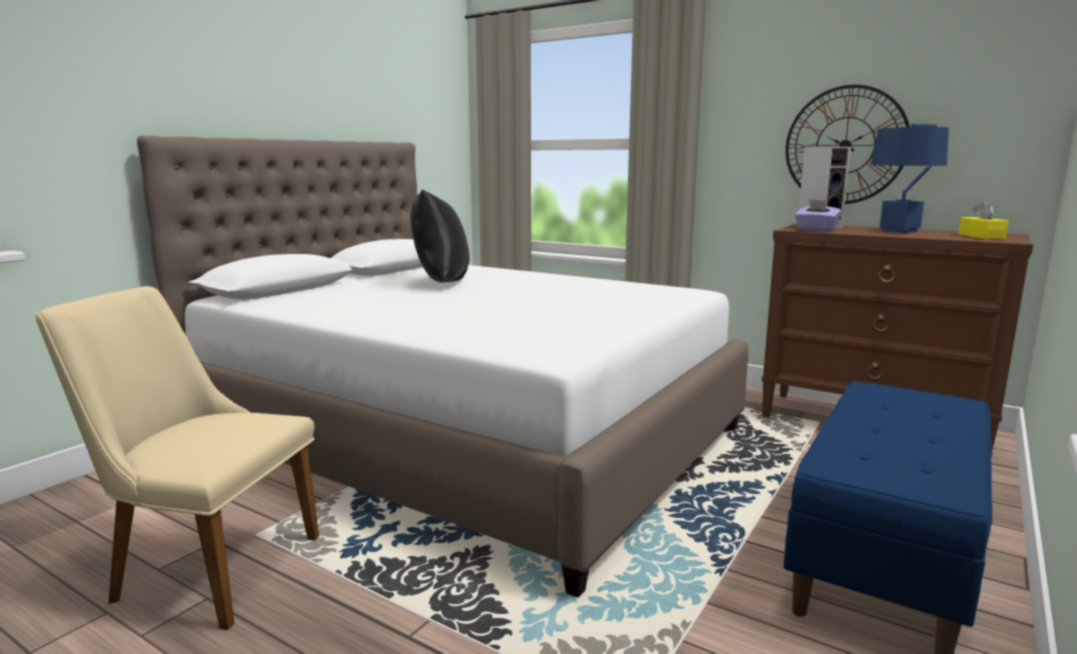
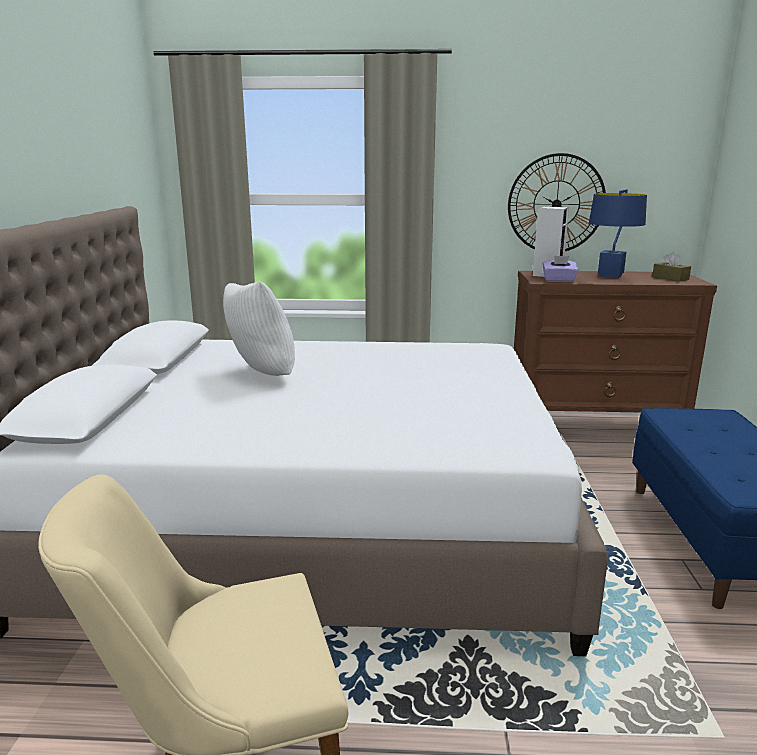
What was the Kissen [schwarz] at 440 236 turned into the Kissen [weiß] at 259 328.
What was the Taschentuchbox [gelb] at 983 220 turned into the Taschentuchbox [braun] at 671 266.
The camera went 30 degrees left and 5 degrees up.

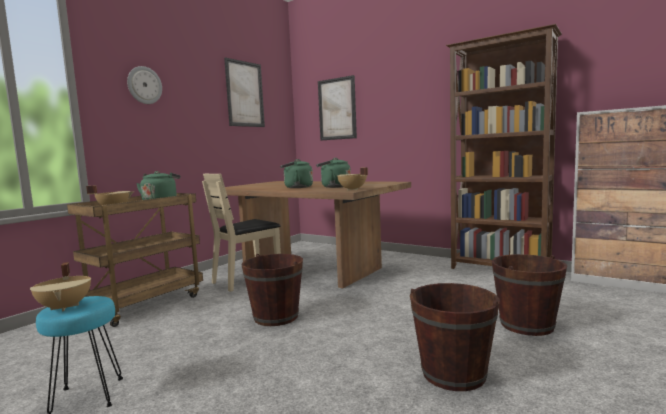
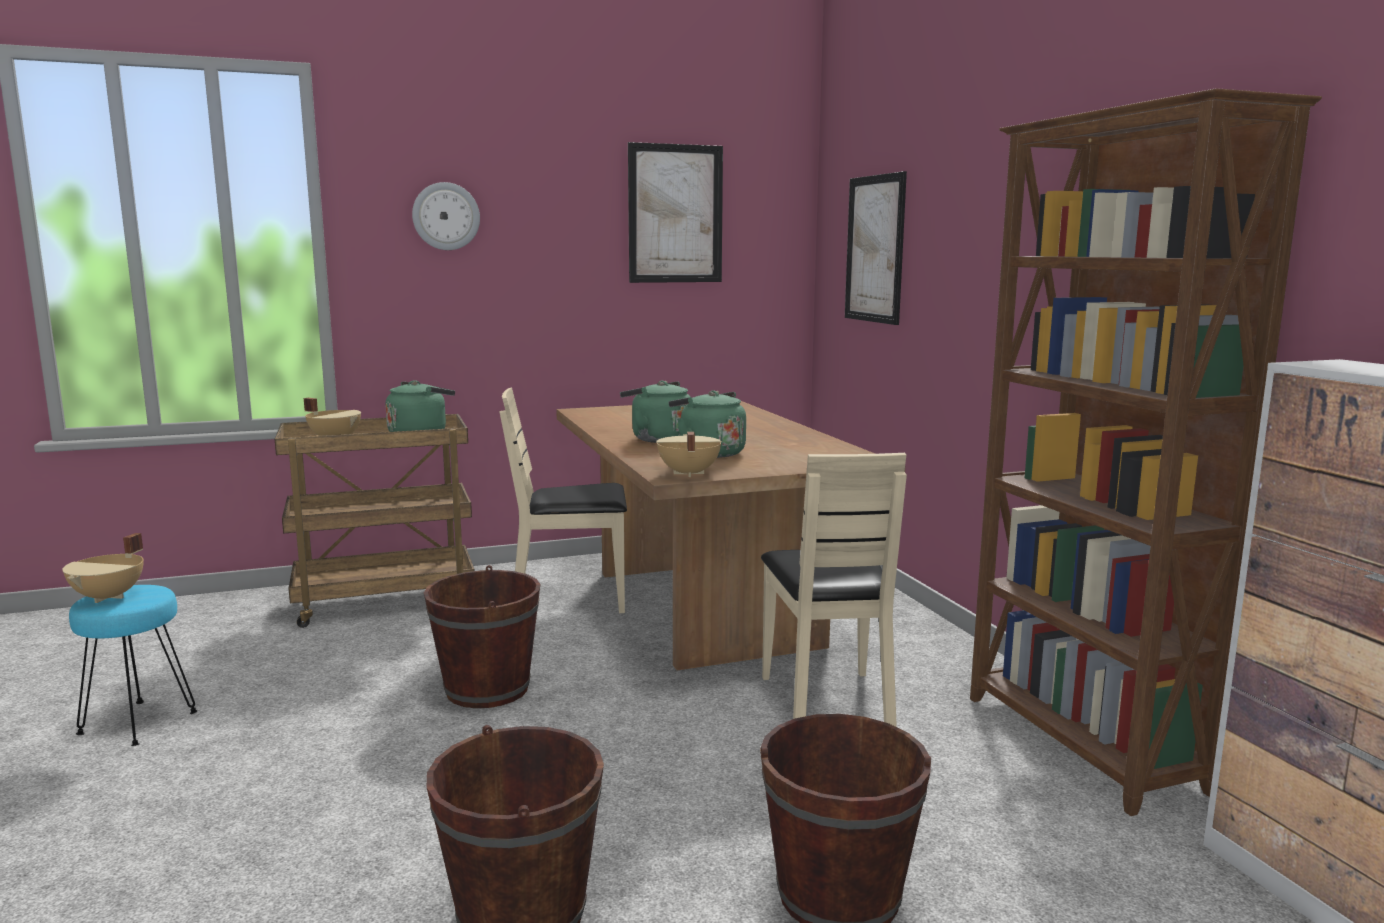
The second view gained the Stuhl [beige] at 834 590.
The camera went 35 degrees right and 5 degrees up.

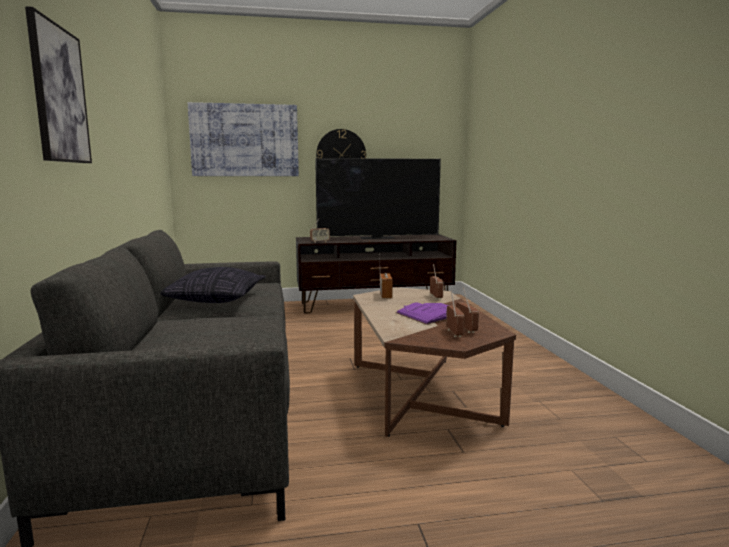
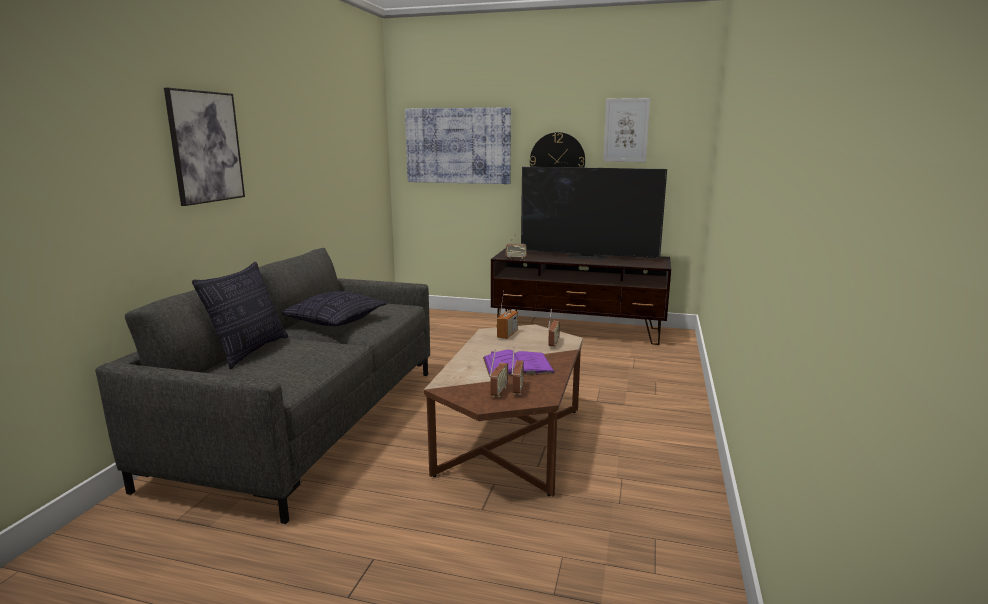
The second view gained the Kissen at 240 315.
The second view gained the Bild at 626 130.
The camera went 25 degrees right and 5 degrees up.

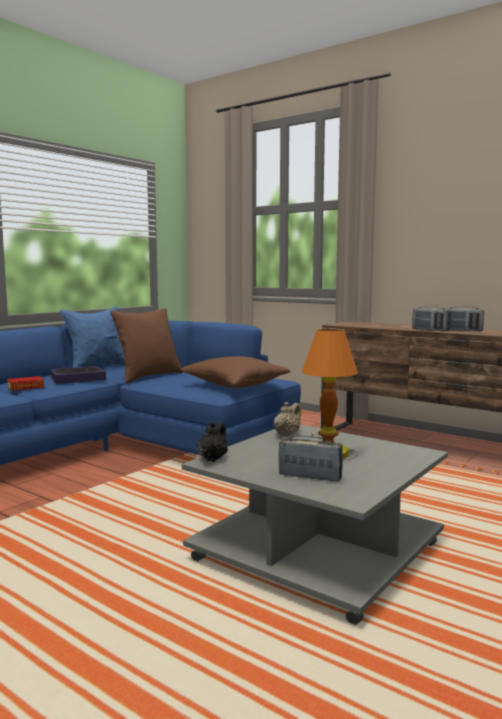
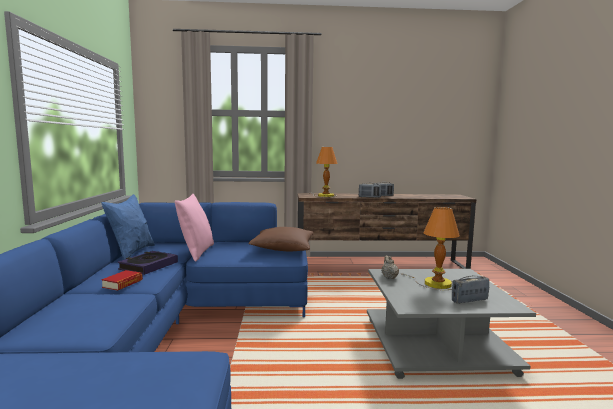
The second view lost the Teekanne [schwarz] at 213 441.
The second view gained the Tischlampe at 323 172.
What was the Kissen [braun] at 146 345 turned into the Kissen [rosa] at 194 228.
The camera went 40 degrees left and 0 degrees up.

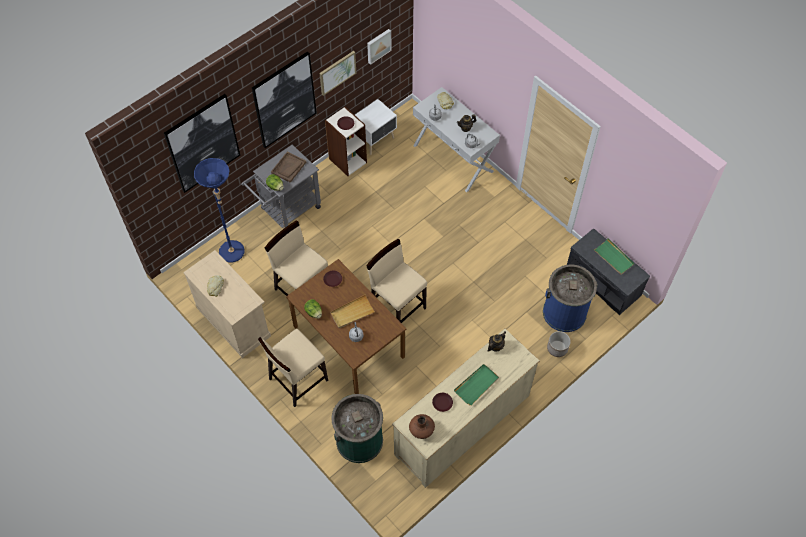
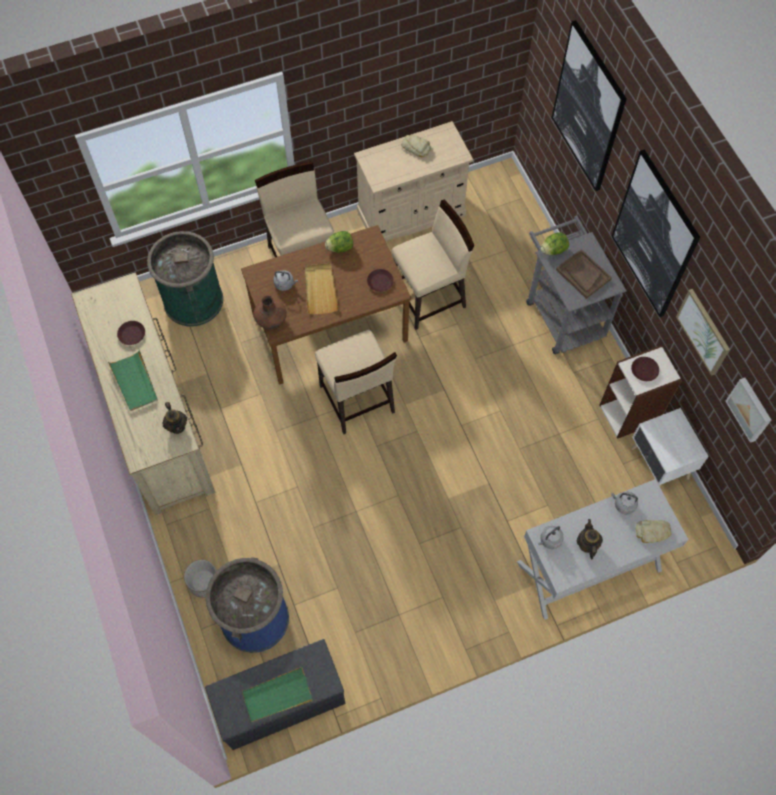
The second view lost the Stehlampe [blau] at 219 210.
The Vase [braun] ended up elsewhere, having gone from 422 426 to 270 312.
The Stuhl [beige] at 396 281 ended up facing another way, 90 degrees clockwise from before.
The camera went 110 degrees right and 5 degrees up.

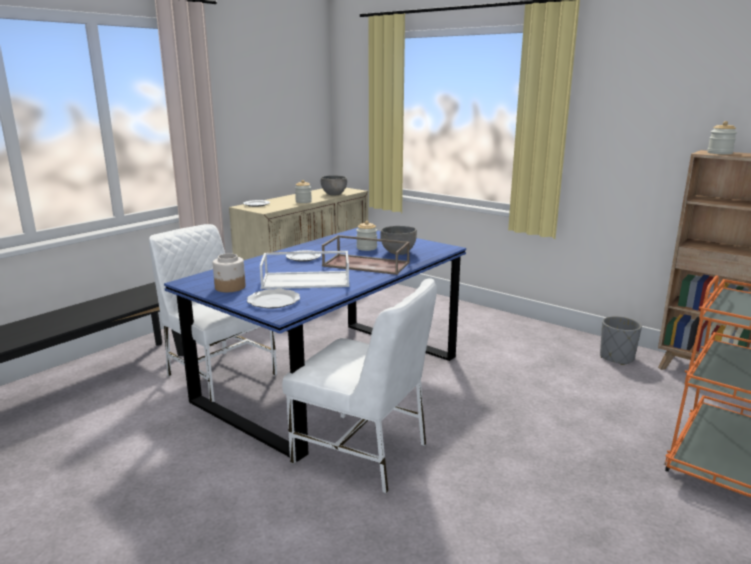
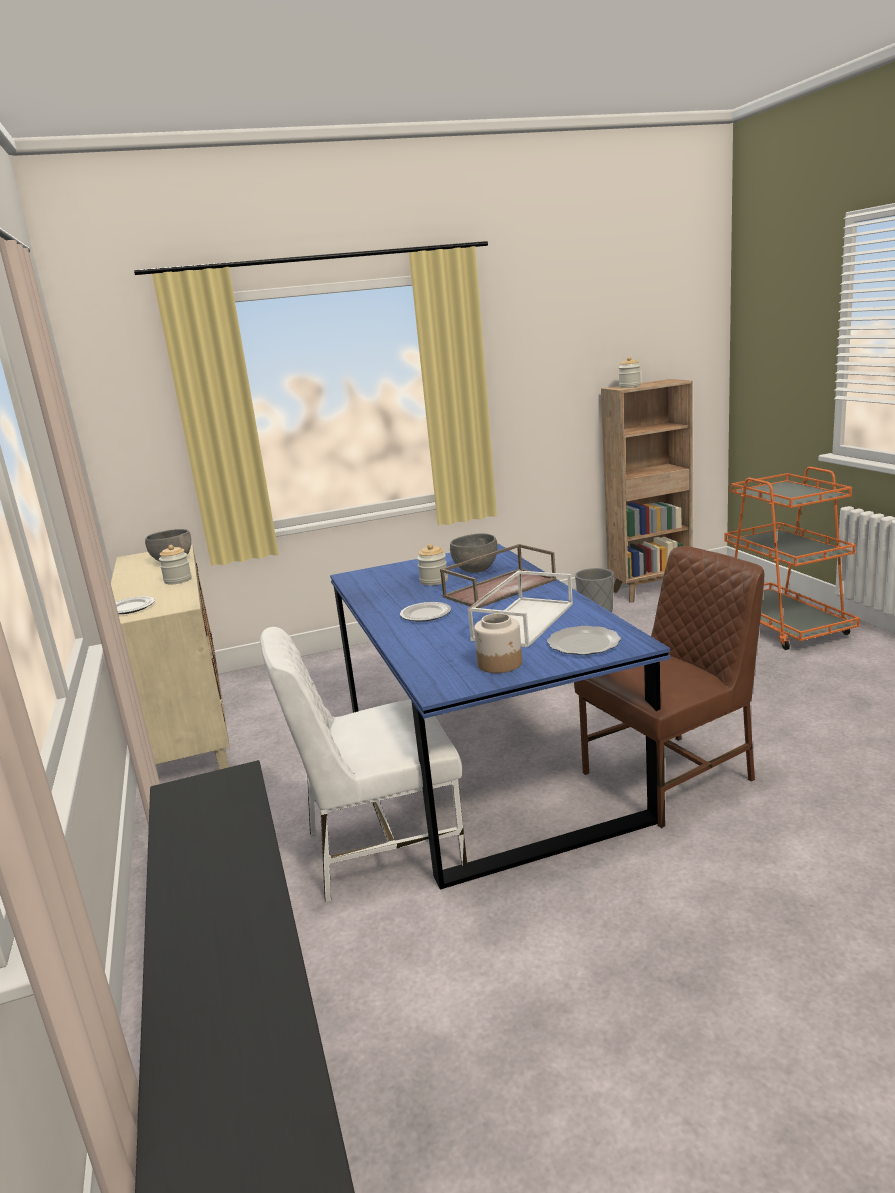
What was the Stuhl [weiß] at 359 386 turned into the Stuhl [braun] at 669 687.
The camera went 55 degrees left and 0 degrees up.

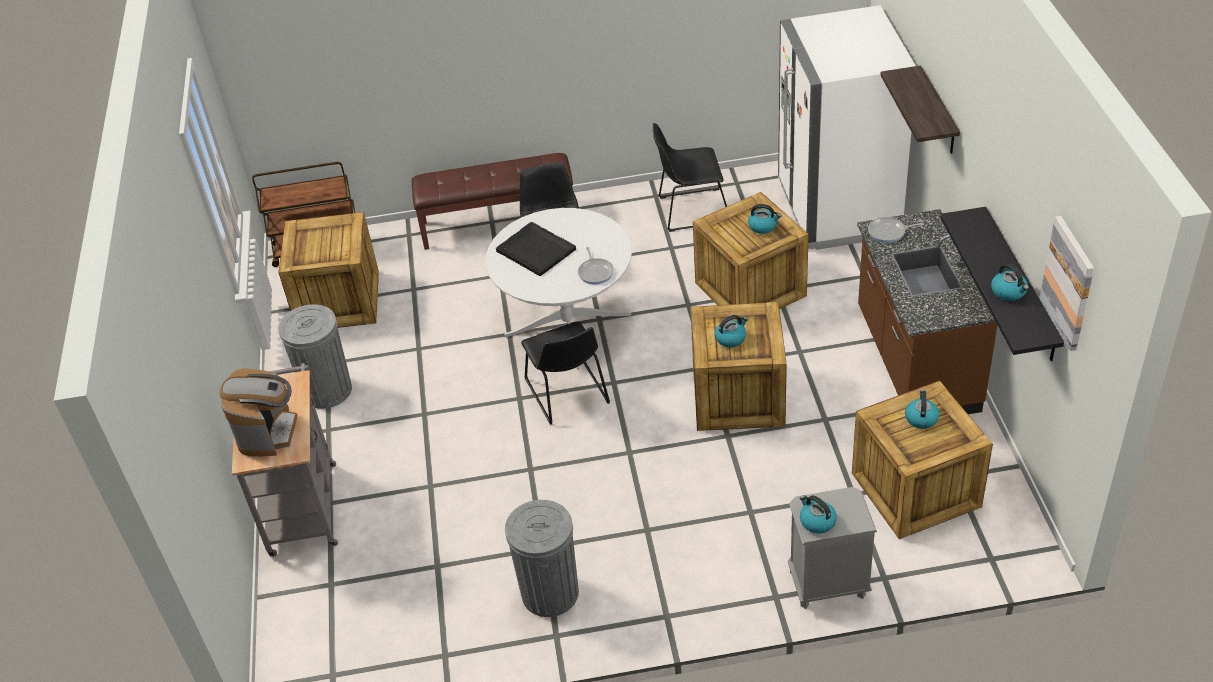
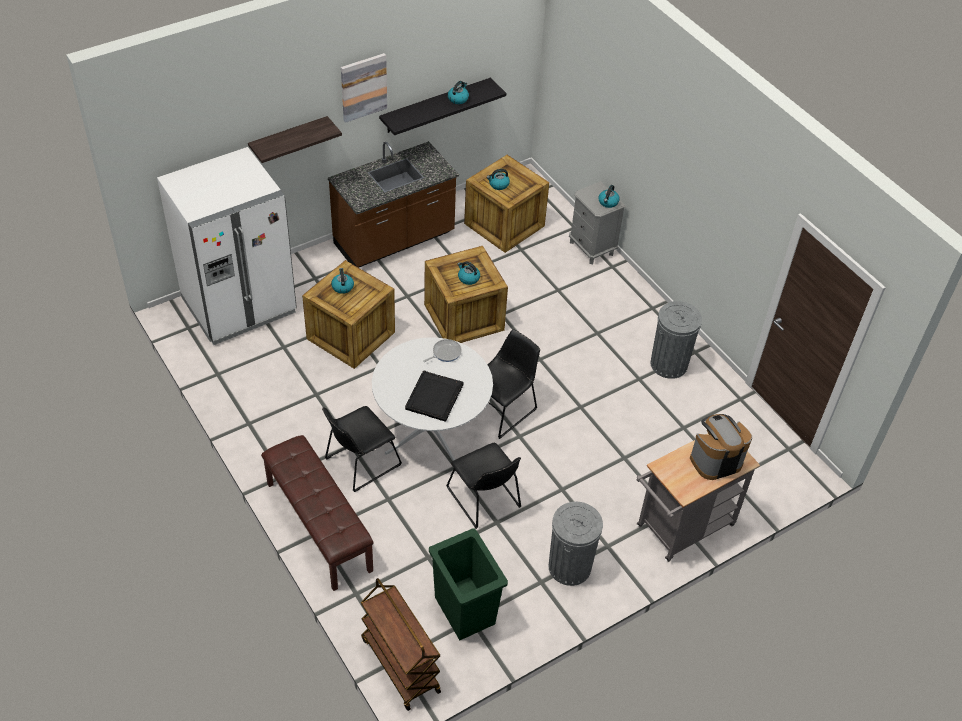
The second view lost the Pfanne at 896 230.
The Stuhl [schwarz] ended up elsewhere, having gone from 690 177 to 483 486.
The Bild ended up elsewhere, having gone from 1067 283 to 364 88.
Where the Kiste stood at 328 270, the Mülleimer [grün] came to stand at 468 584.
The camera went 120 degrees left and 5 degrees up.

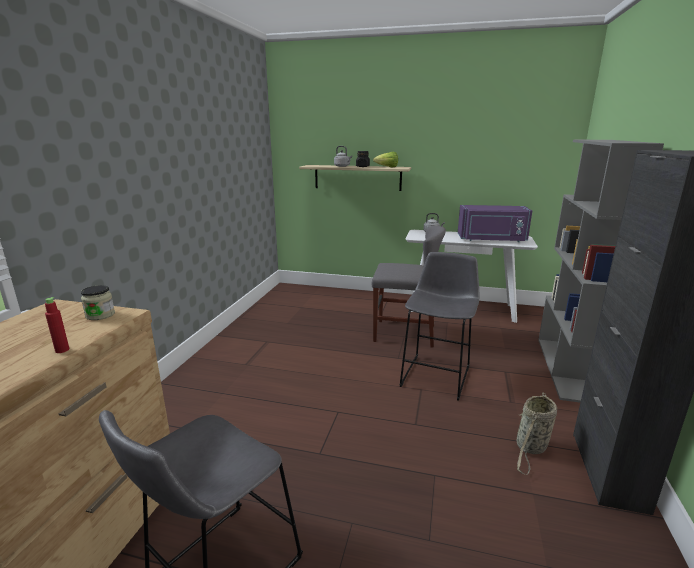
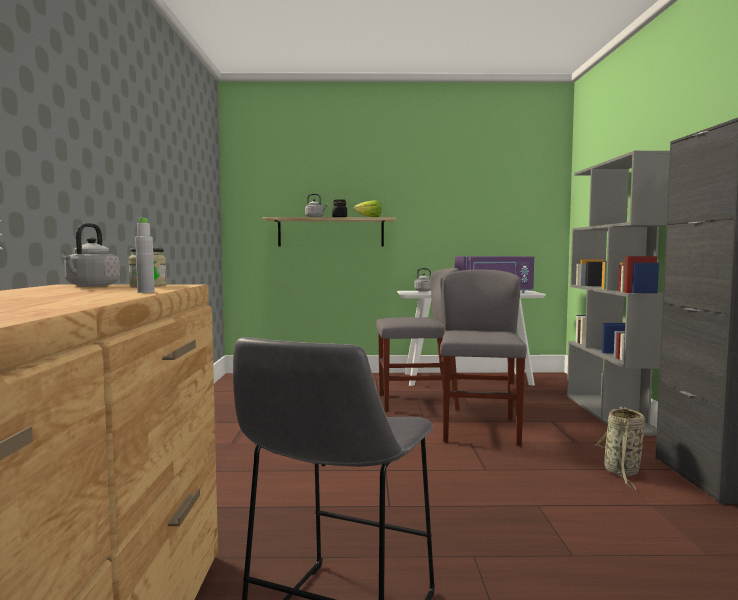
The second view gained the Wasserkessel [grau] at 91 255.
Where the Hocker [grau] stood at 439 326, the Stuhl [grau] came to stand at 483 357.
What was the Flasche [rot] at 57 325 turned into the Flasche [grau] at 145 255.
The camera went 15 degrees left and 15 degrees down.

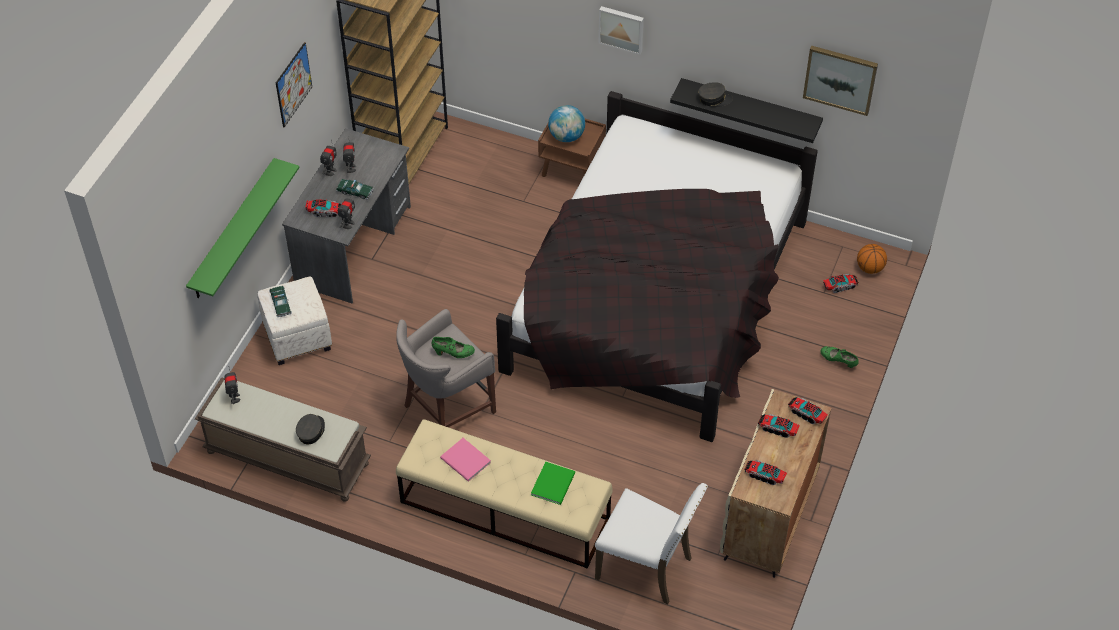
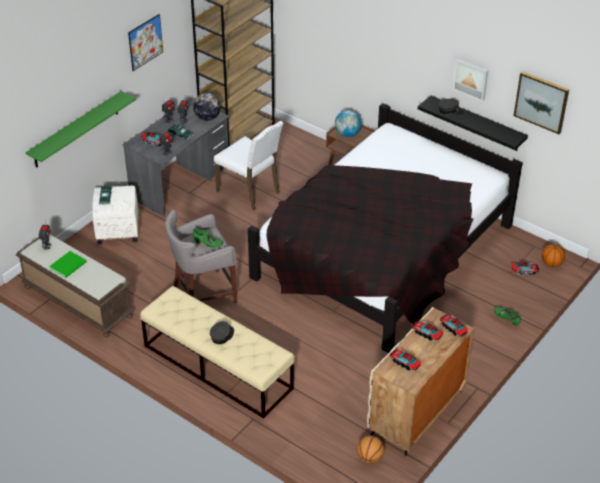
The second view lost the Buch [rosa] at 465 460.
The second view gained the Globus at 207 107.
The second view gained the Basketball at 370 449.
The Kappe [grau] ended up elsewhere, having gone from 310 429 to 222 332.
The Buch [grün] ended up elsewhere, having gone from 553 483 to 68 264.
The Stuhl [weiß] ended up elsewhere, having gone from 651 543 to 249 166.
The Bild ended up elsewhere, having gone from 621 30 to 471 80.
The camera went 15 degrees right and 10 degrees down.

